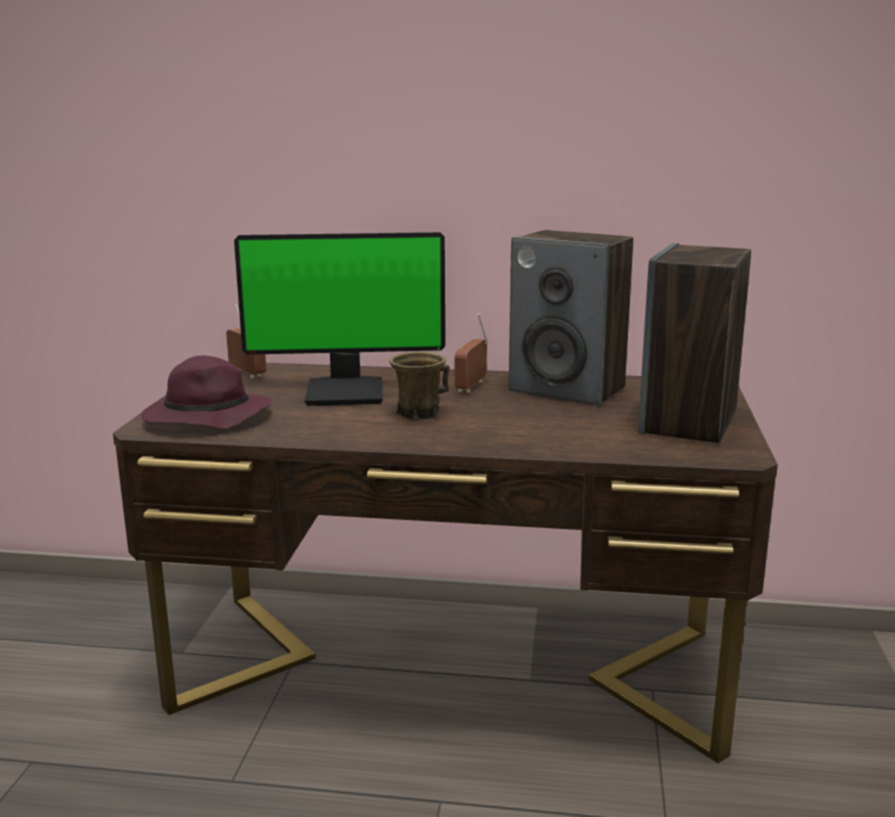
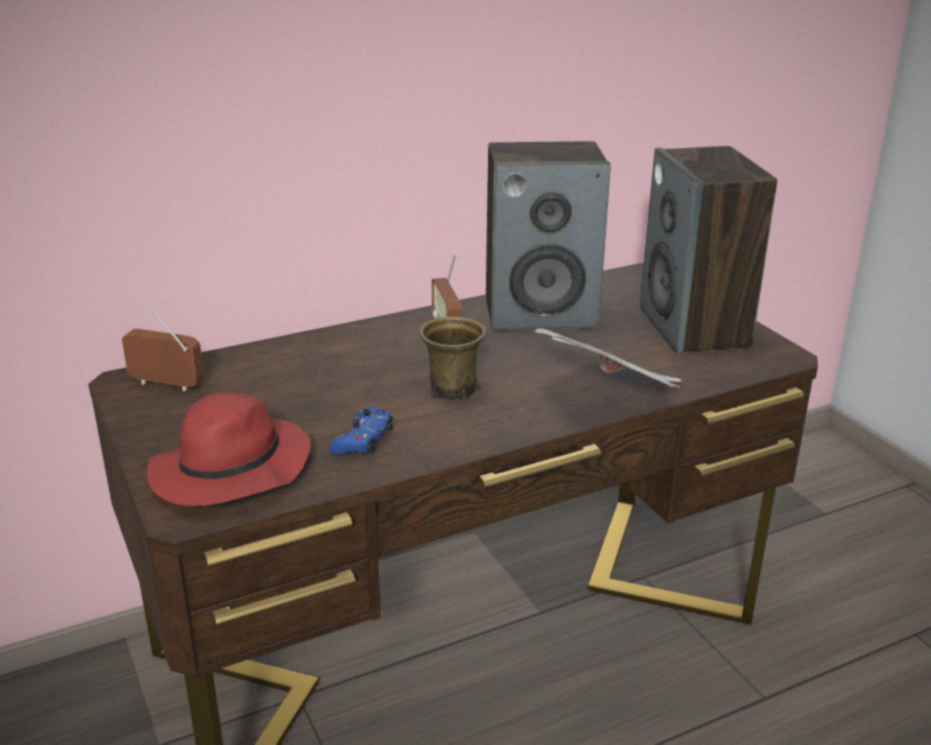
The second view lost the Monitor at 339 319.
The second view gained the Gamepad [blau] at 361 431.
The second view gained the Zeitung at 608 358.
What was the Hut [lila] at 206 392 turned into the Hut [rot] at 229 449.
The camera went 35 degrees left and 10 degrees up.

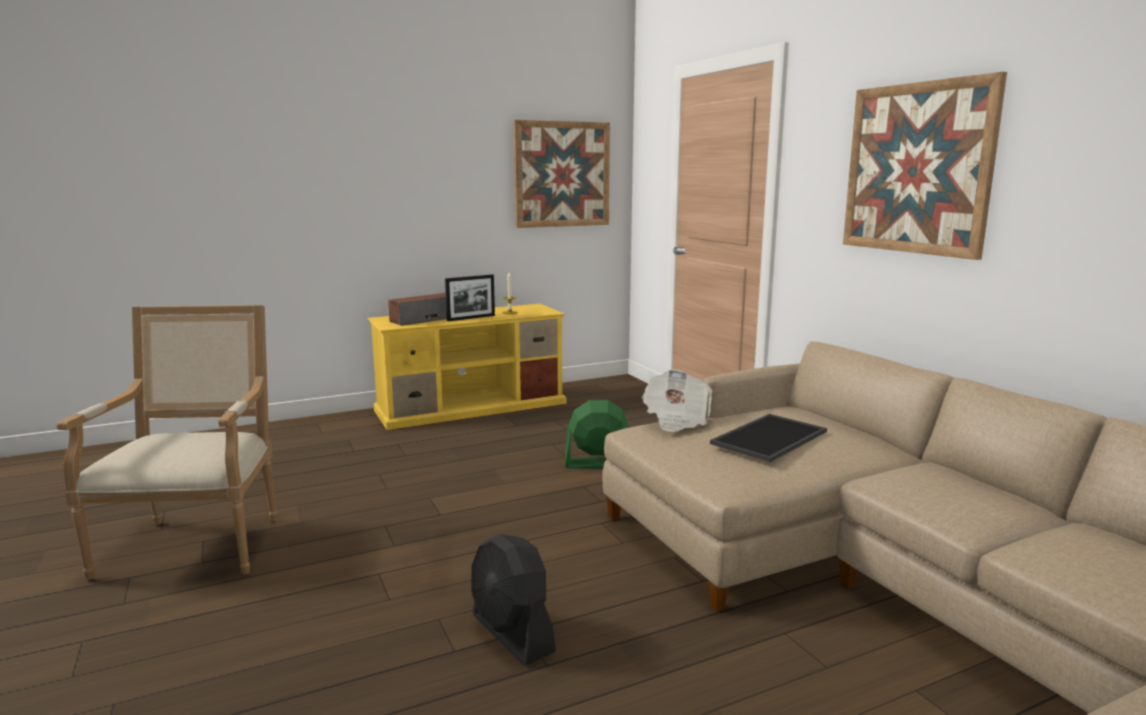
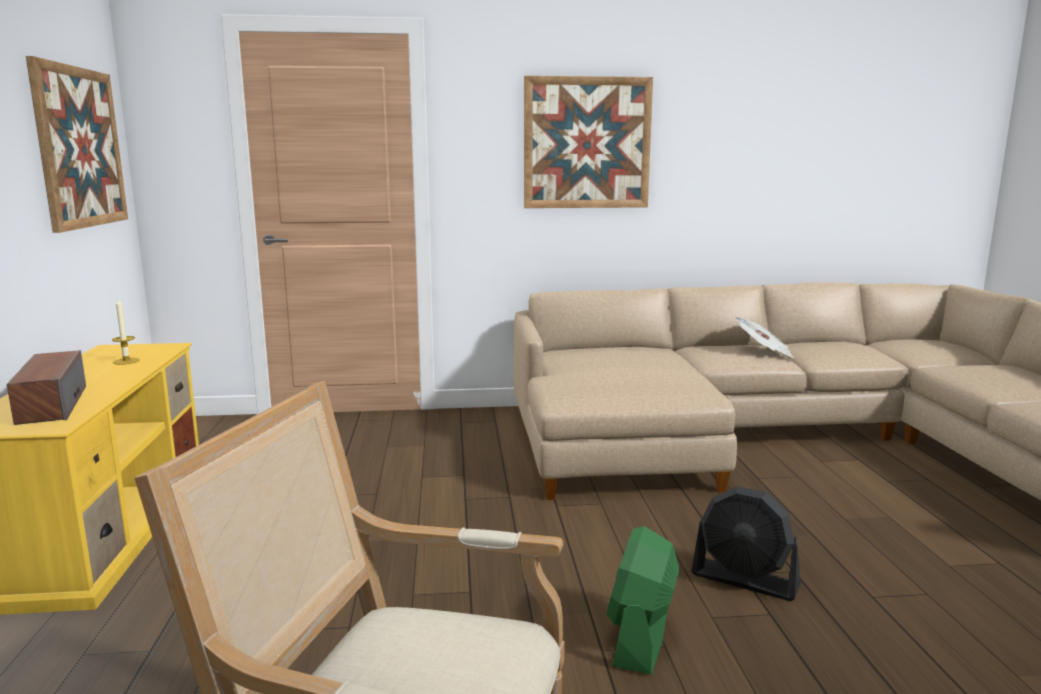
The second view lost the Bilderrahmen at 470 297.
The second view lost the Tablett at 768 438.
The Ventilator [grün] ended up elsewhere, having gone from 597 434 to 642 600.
The Zeitung ended up elsewhere, having gone from 677 400 to 764 337.
The Ventilator [schwarz] at 513 600 ended up facing another way, 45 degrees clockwise from before.
The camera went 70 degrees left and 0 degrees up.

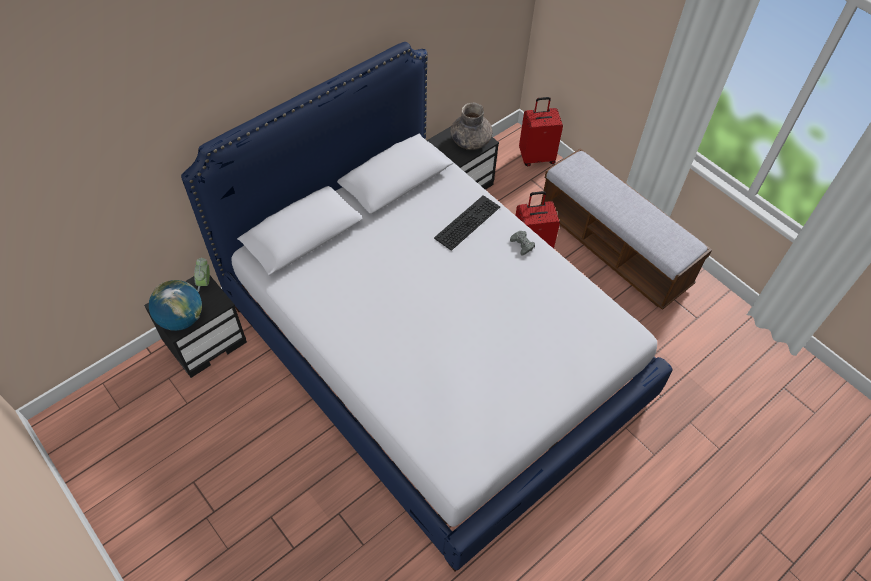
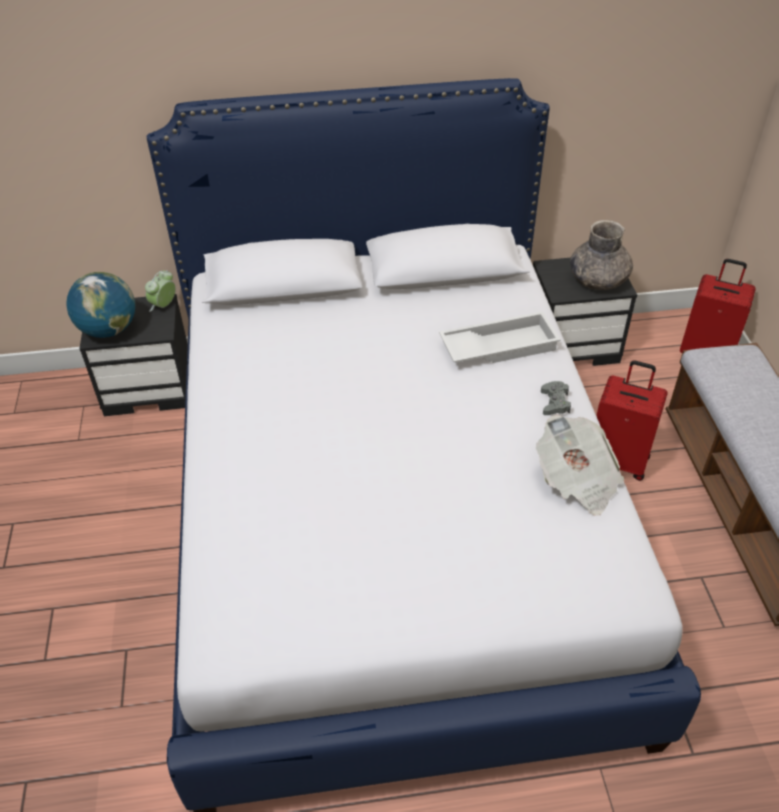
The second view gained the Zeitung at 580 464.
Where the Tastatur stood at 467 223, the Tablett [weiß] came to stand at 500 337.
The camera went 35 degrees right and 10 degrees down.

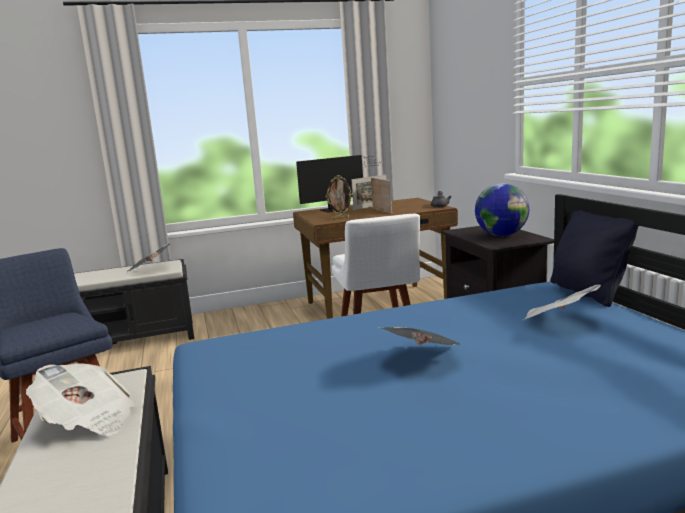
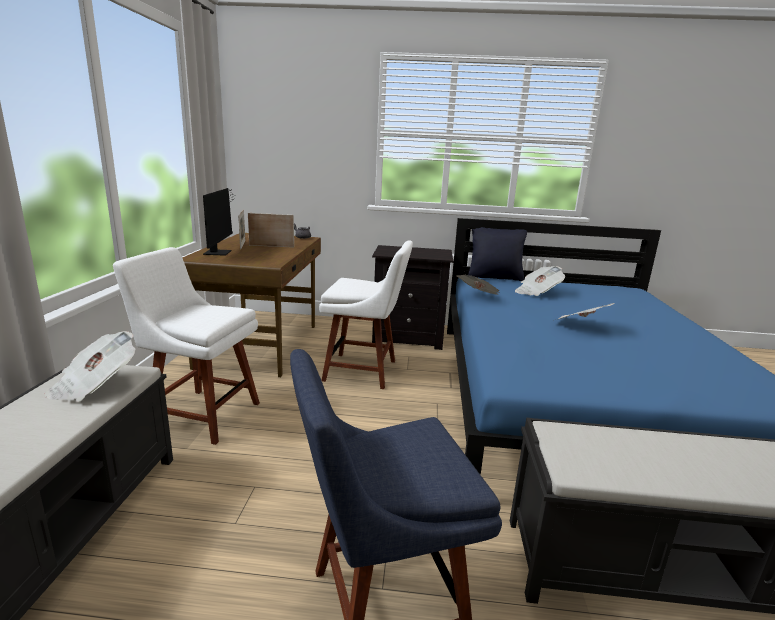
The second view lost the Bilderrahmen at 339 197.
The second view lost the Globus at 502 209.
The second view gained the Stuhl [weiß] at 186 346.
The Zeitung ended up elsewhere, having gone from 81 399 to 478 284.
The camera went 70 degrees left and 5 degrees up.

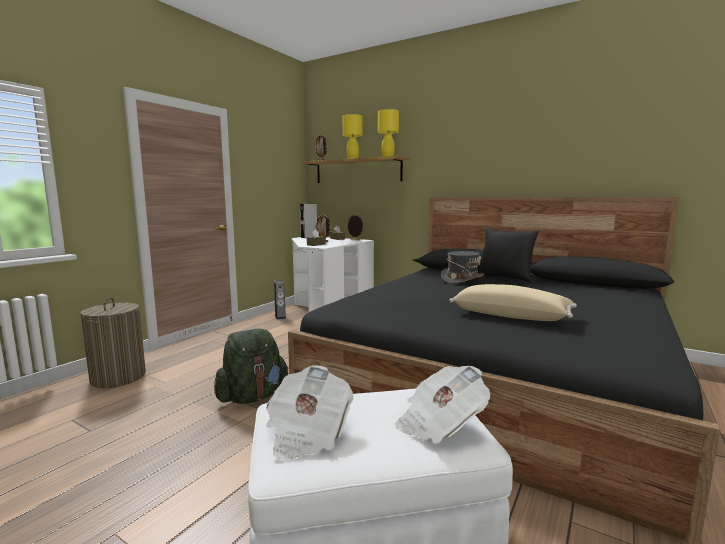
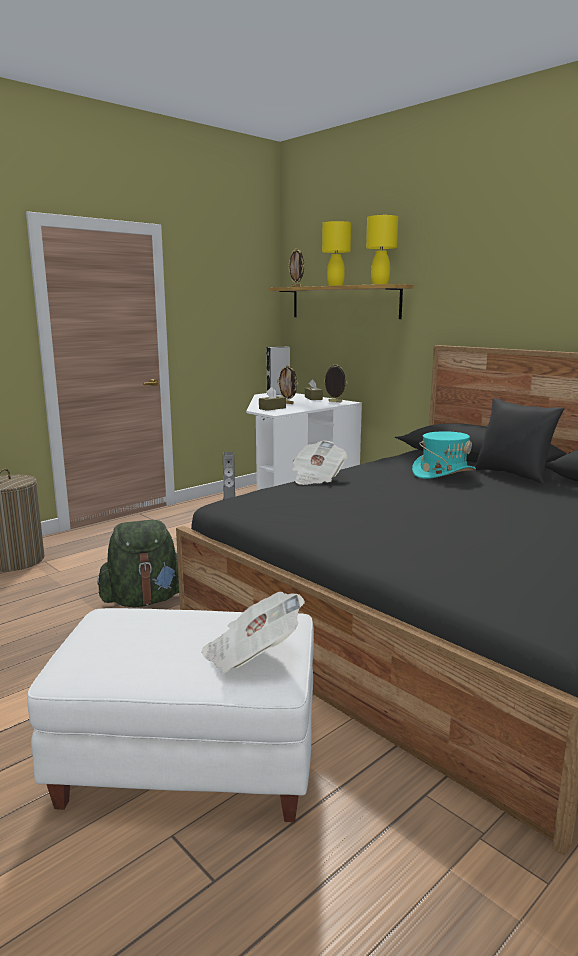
The second view lost the Kissen [beige] at 513 302.
The Zeitung ended up elsewhere, having gone from 310 412 to 319 463.
What was the Hut [grau] at 462 267 turned into the Hut [türkis] at 444 455.
The camera went 15 degrees right and 5 degrees up.

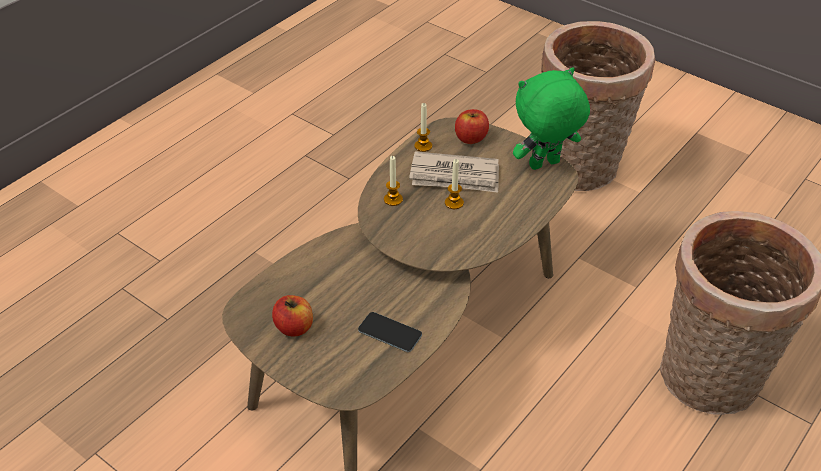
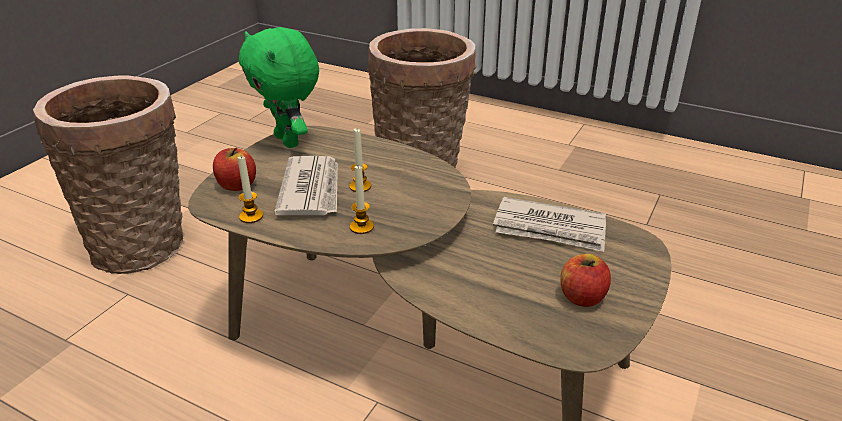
Where the Handy stood at 390 332, the Zeitung came to stand at 549 224.
The camera went 100 degrees left and 10 degrees down.

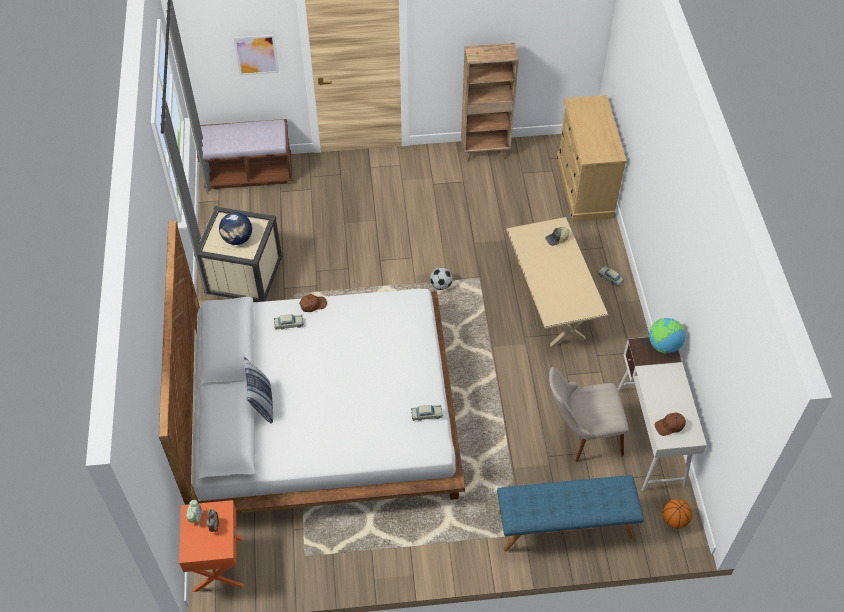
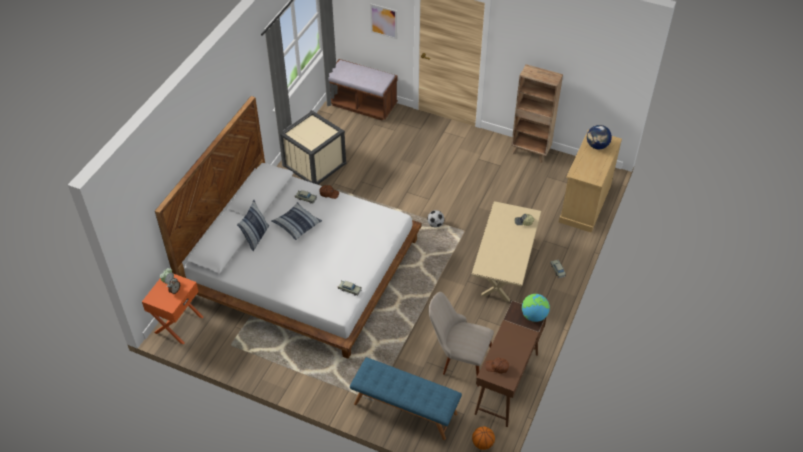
The second view gained the Kissen at 297 221.
The Globus ended up elsewhere, having gone from 235 228 to 599 137.
What was the Schreibtisch [weiß] at 662 414 turned into the Schreibtisch [braun] at 510 364.
The camera went 30 degrees right and 5 degrees down.

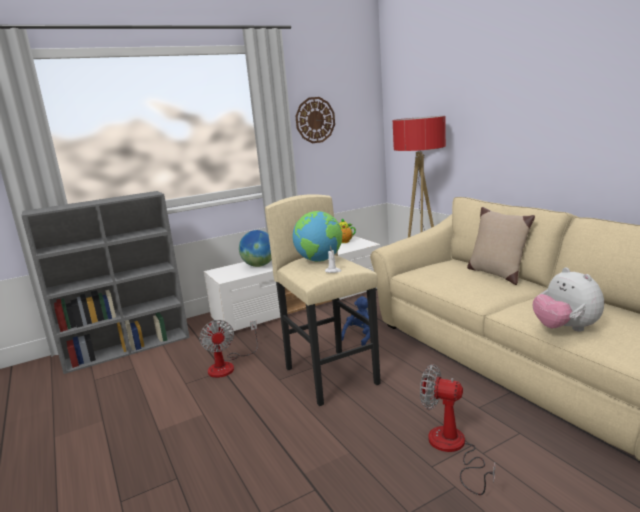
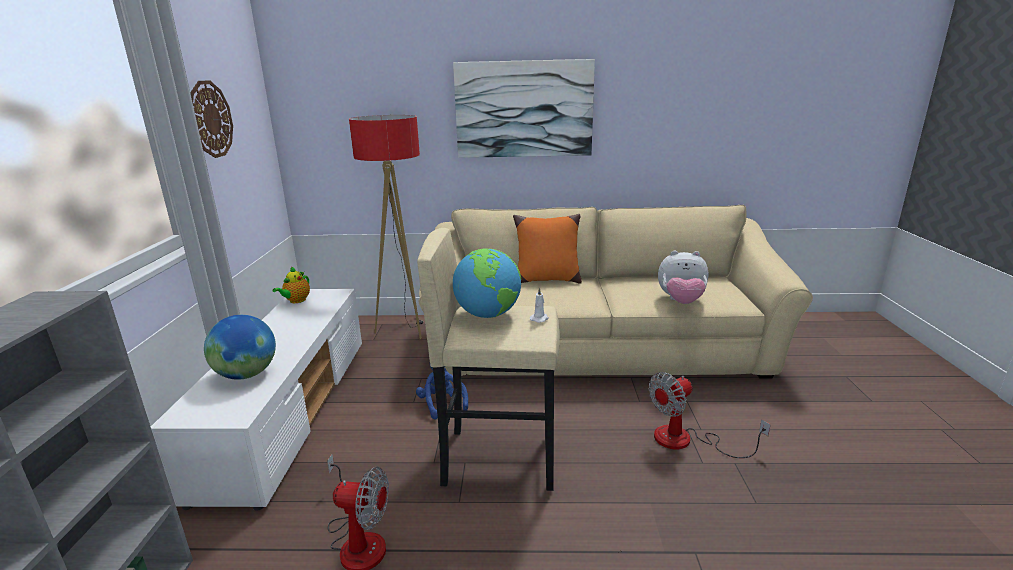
The second view gained the Bild at 524 108.
What was the Kissen [beige] at 501 246 turned into the Kissen [orange] at 547 249.
The camera went 60 degrees left and 5 degrees up.

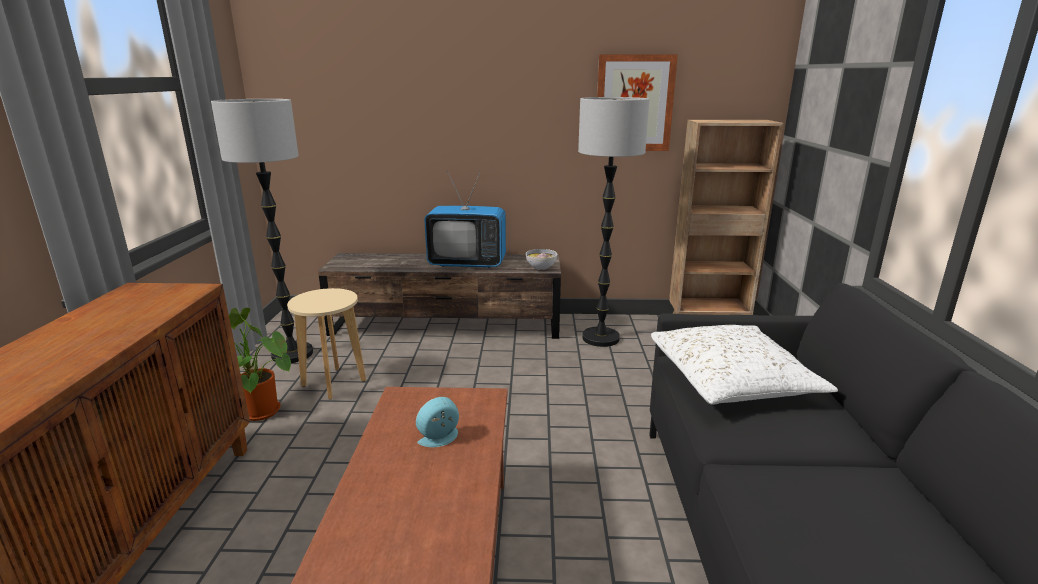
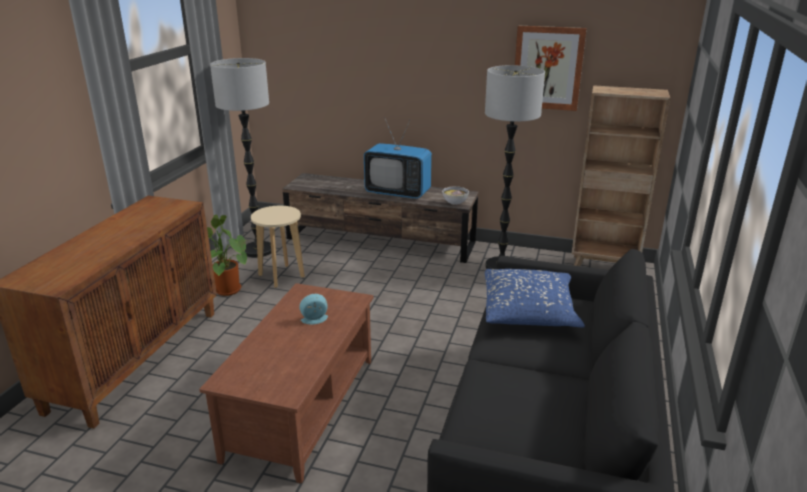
What was the Kissen [weiß] at 744 364 turned into the Kissen [blau] at 535 298.
The camera went 15 degrees right and 5 degrees up.

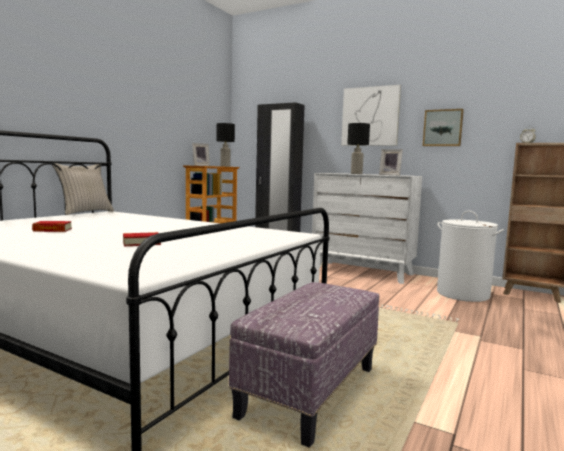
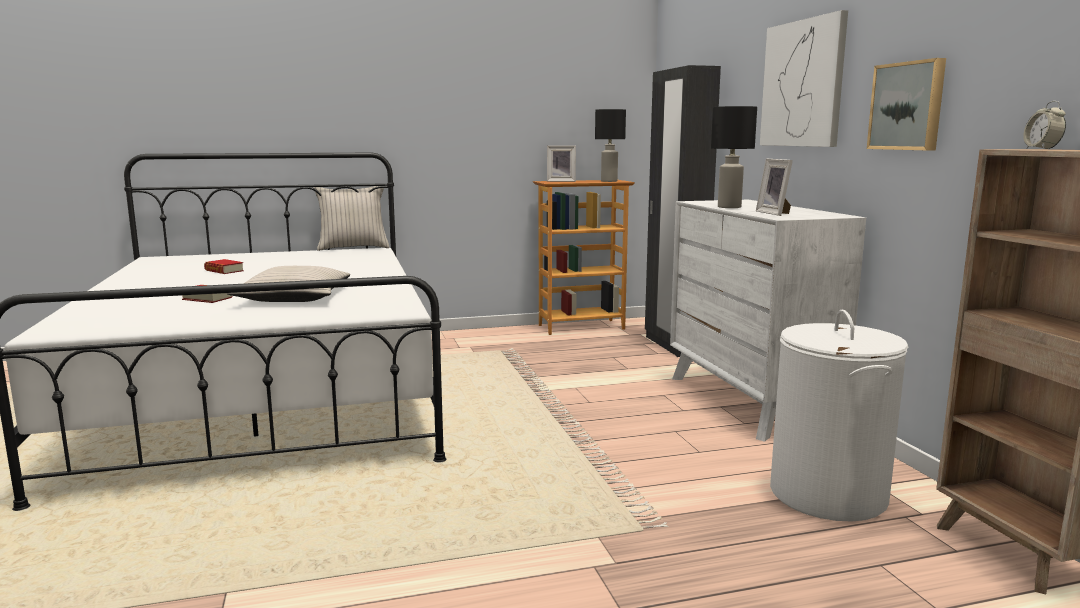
The second view lost the Polsterhocker at 304 365.
The second view gained the Kissen [beige] at 288 284.
The camera went 45 degrees right and 5 degrees up.

